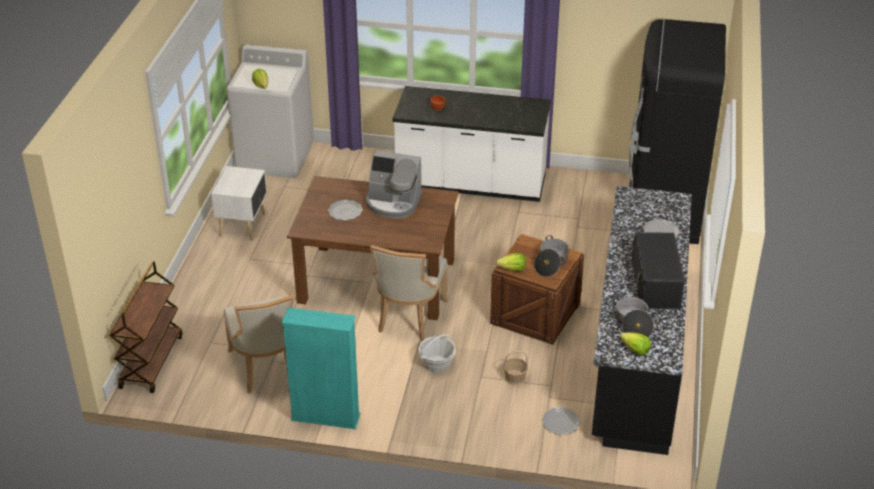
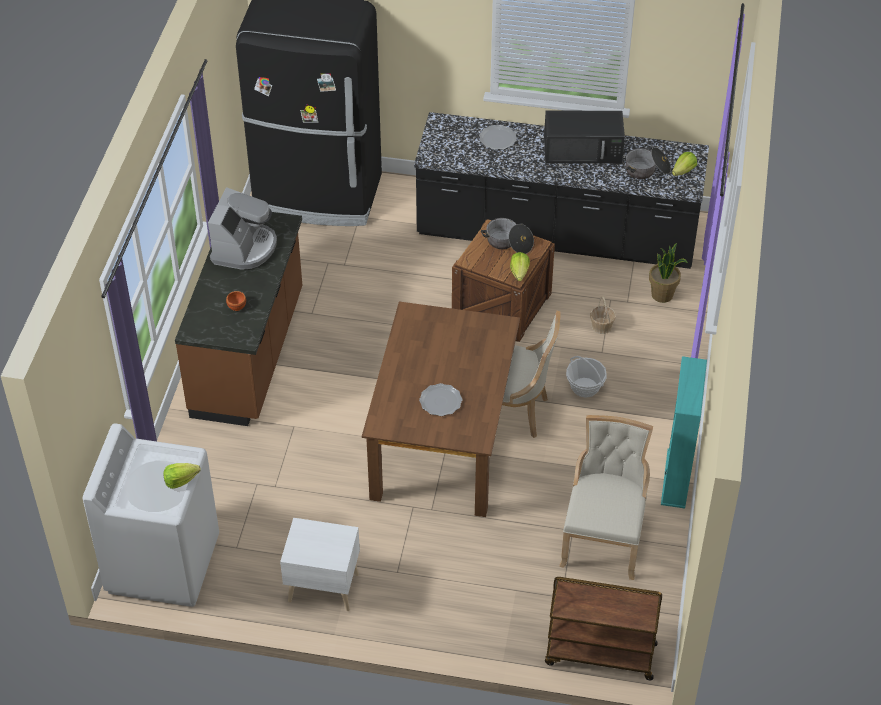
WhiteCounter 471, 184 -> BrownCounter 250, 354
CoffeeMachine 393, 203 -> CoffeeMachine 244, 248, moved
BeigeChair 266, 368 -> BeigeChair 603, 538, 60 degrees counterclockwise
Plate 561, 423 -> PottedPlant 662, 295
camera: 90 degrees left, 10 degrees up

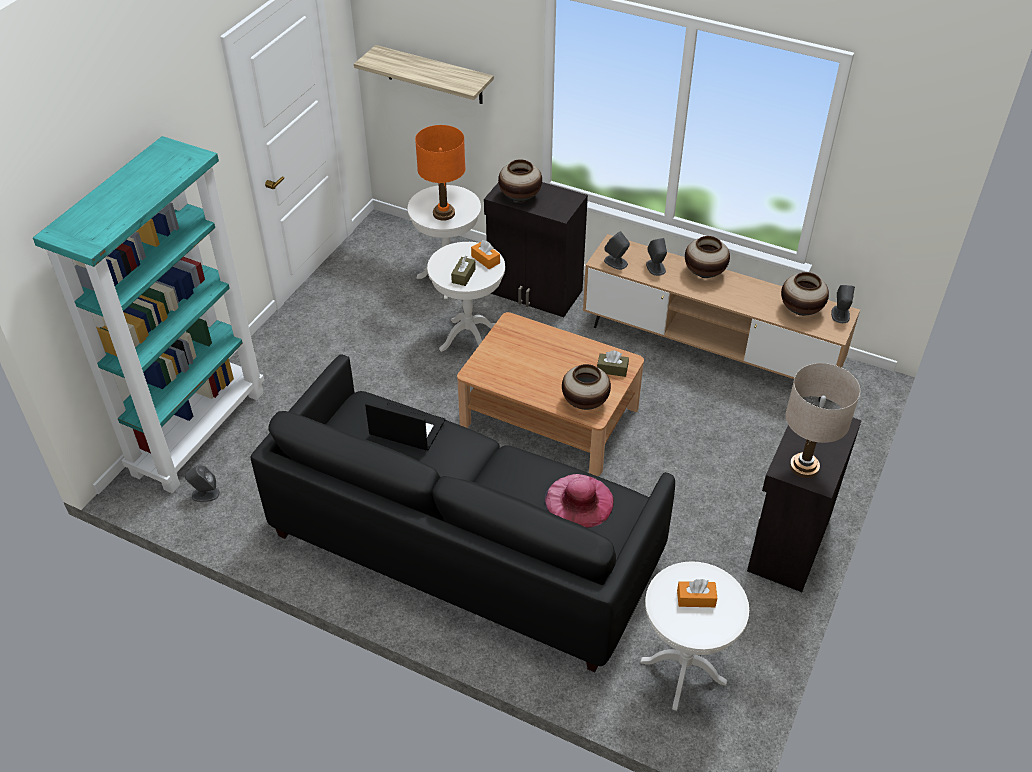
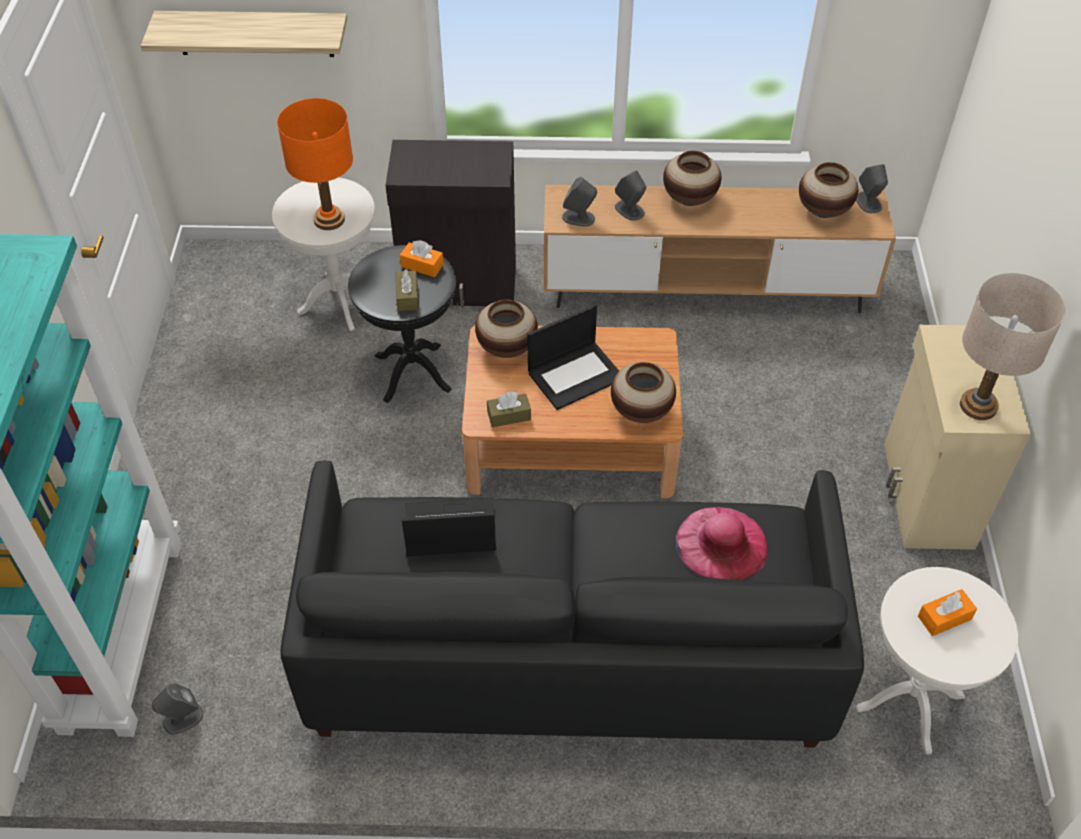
Vase 520, 197 -> Vase 506, 348, moved
WhiteSideTable 469, 338 -> BlackSideTable 412, 373
BrownTissueBox 612, 369 -> BrownTissueBox 509, 416, moved
BlackCabinet 787, 543 -> BeigeCabinet 926, 496
none -> Laptop 576, 375
camera: 25 degrees left, 5 degrees up

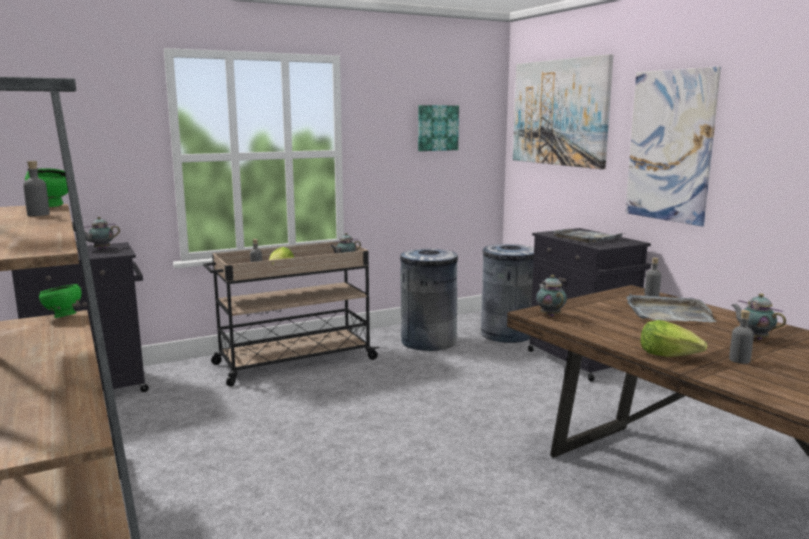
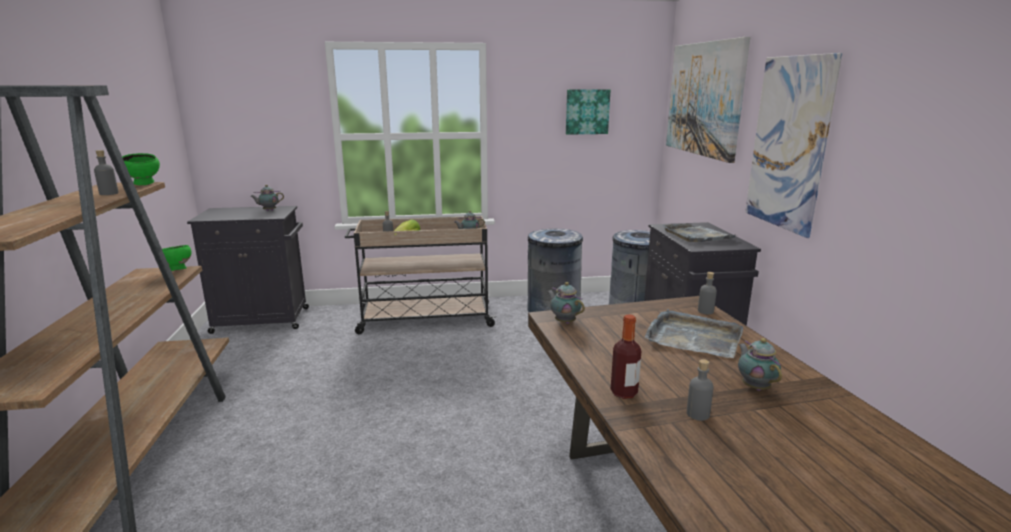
Teapot 549, 315 -> Teapot 564, 322, 45 degrees counterclockwise
Lettuce 668, 355 -> Bottle 624, 393
camera: 20 degrees right, 5 degrees up

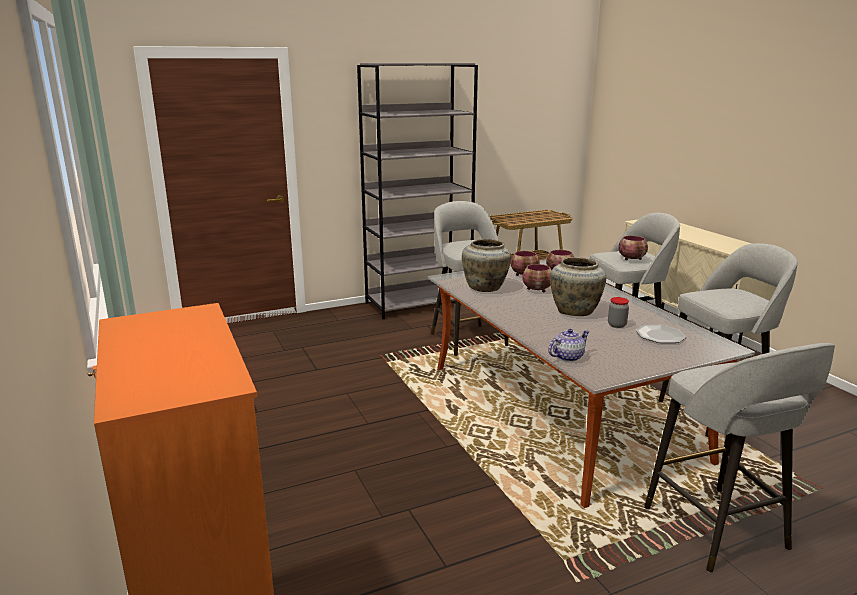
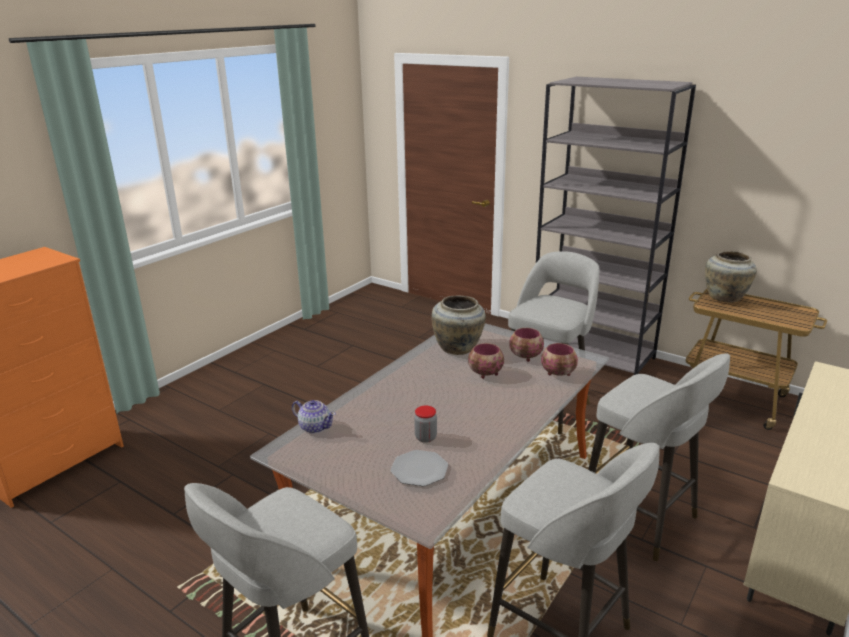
Bowl 632, 259 -> none
BeigeVase 575, 311 -> BeigeVase 725, 298, moved
camera: 60 degrees right, 5 degrees up

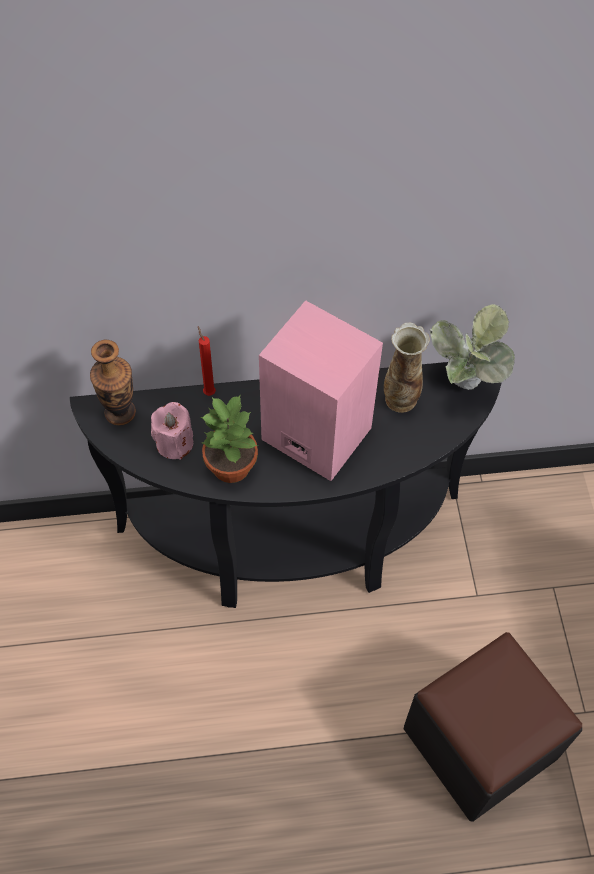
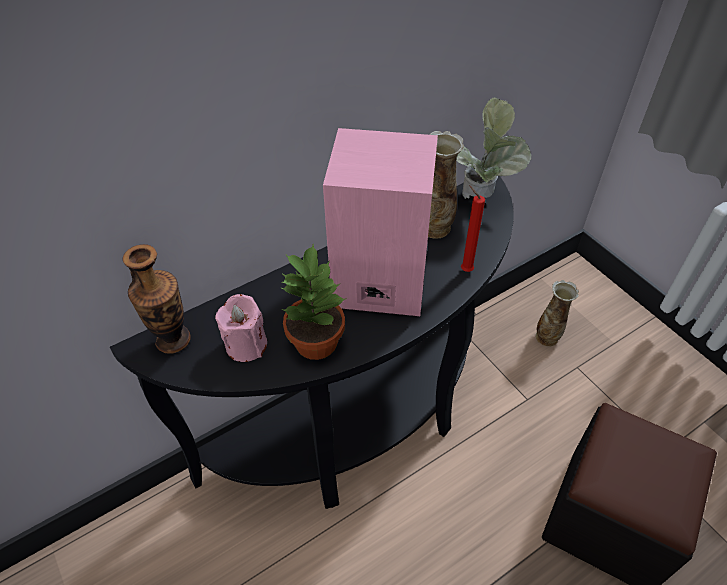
RedCandle 208, 391 -> RedCandle 464, 269, moved
none -> Vase 547, 338
camera: 25 degrees left, 10 degrees down

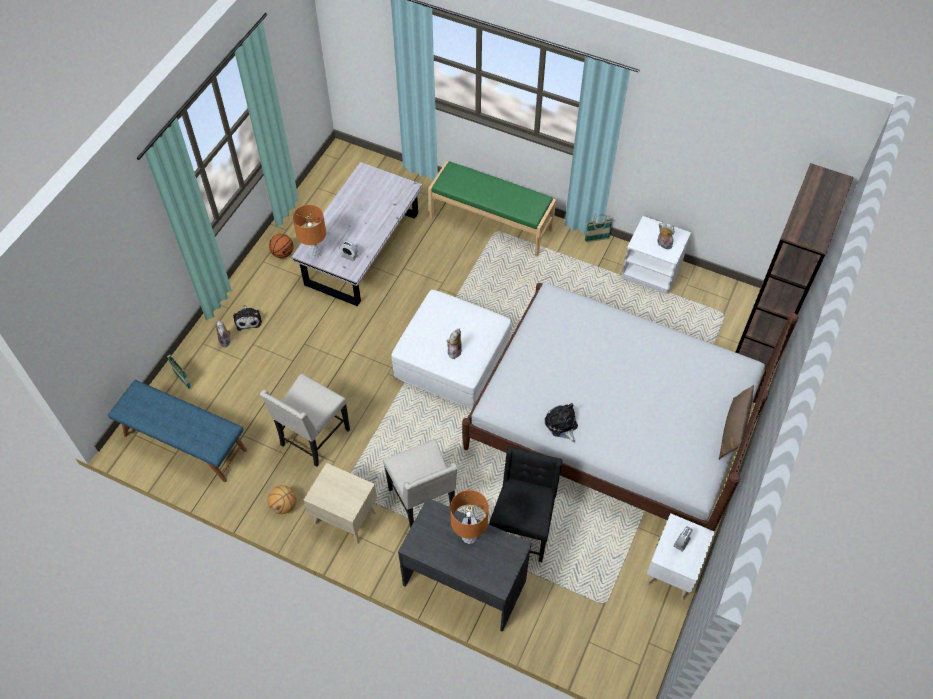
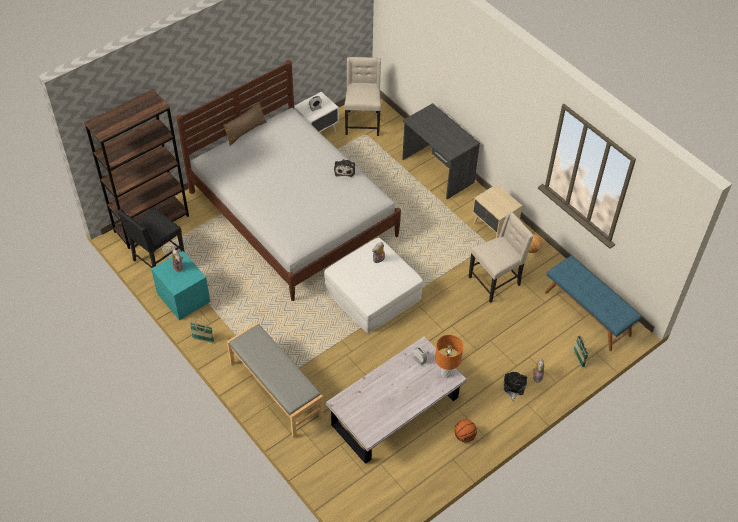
GreenBench 491, 222 -> GreyBench 275, 390
WhiteNightstand 652, 270 -> TurquoiseNightstand 183, 298
BeigeChair 423, 502 -> BeigeChair 362, 122, moved
BlackChair 522, 529 -> BlackChair 157, 259, moved
OrangeTableLamp 469, 536 -> none
camera: 155 degrees left, 5 degrees down

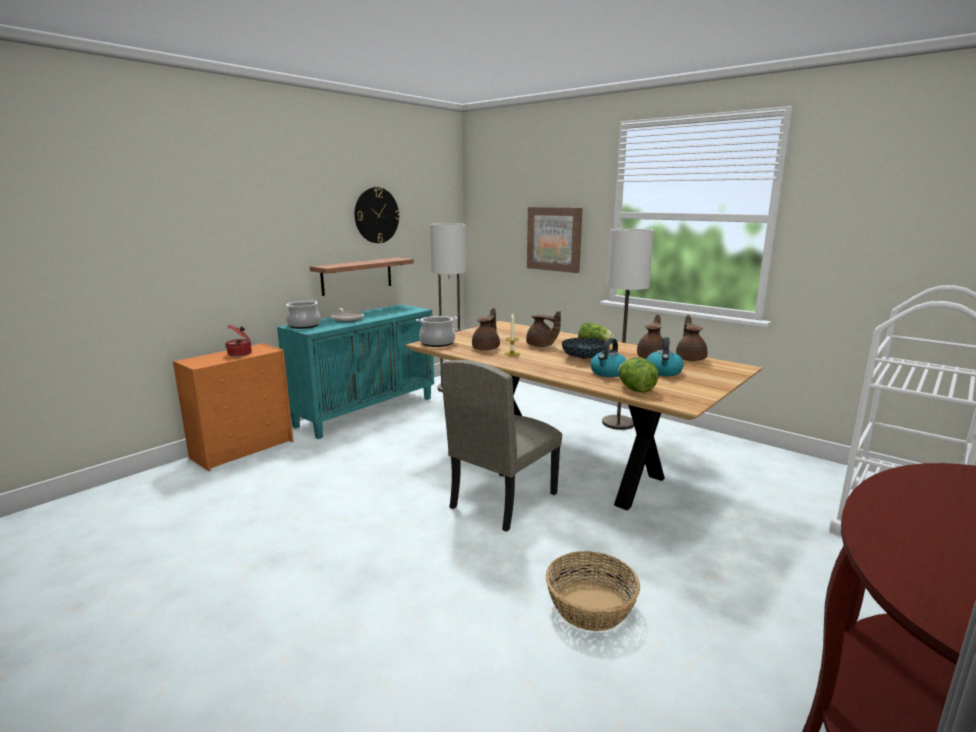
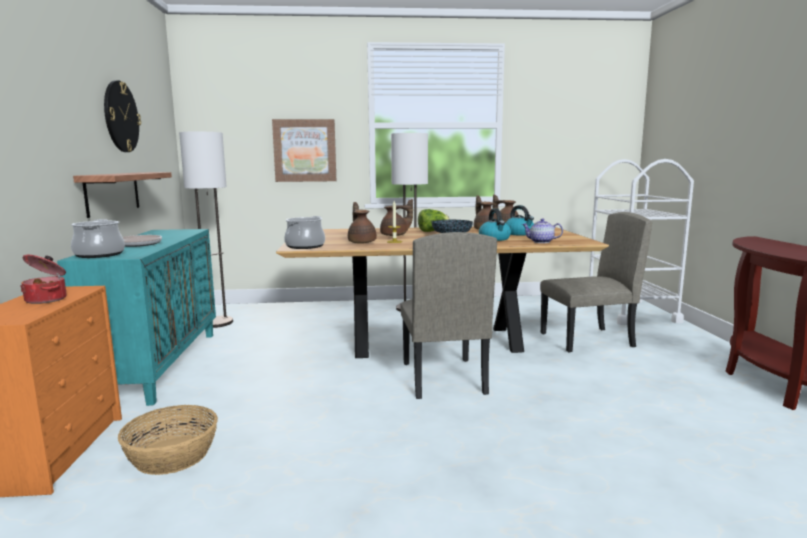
Lettuce 635, 390 -> Teapot 541, 242
Basket 590, 607 -> Basket 172, 456, moved
none -> BeigeChair 587, 340
camera: 45 degrees left, 5 degrees down

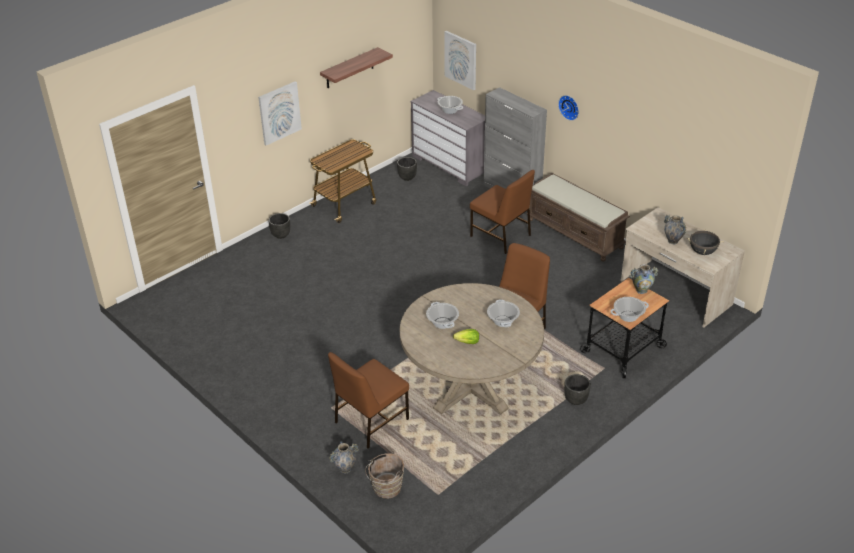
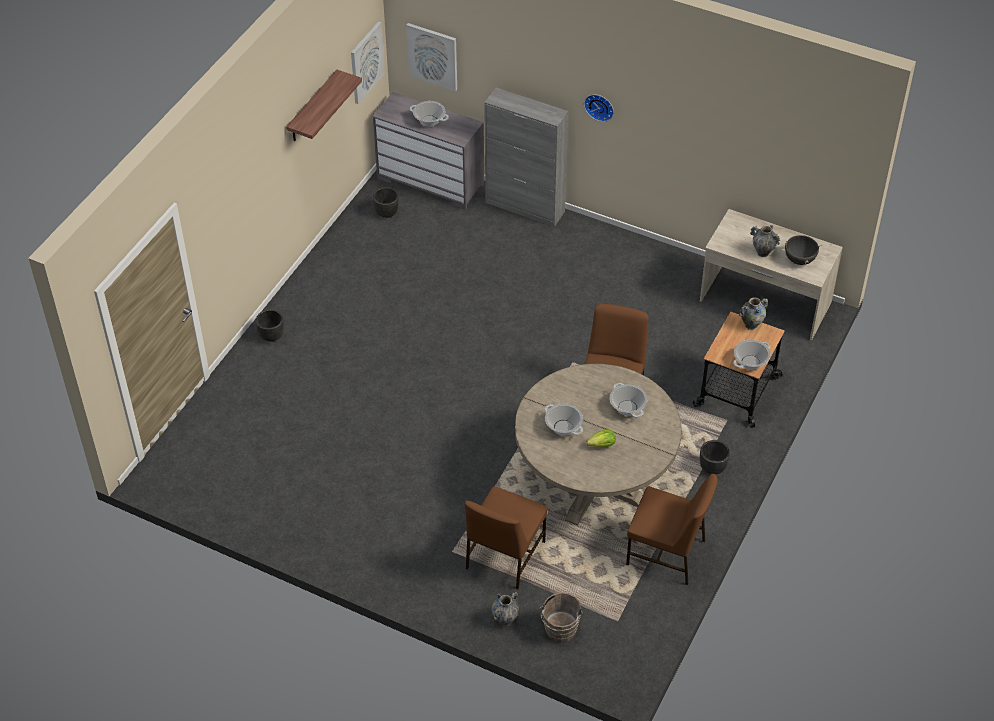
Picture 279, 112 -> Picture 366, 62, moved
Cart 345, 204 -> none
BrownChair 501, 236 -> BrownChair 667, 553, moved
BrownBench 576, 233 -> none
camera: 20 degrees left, 10 degrees up

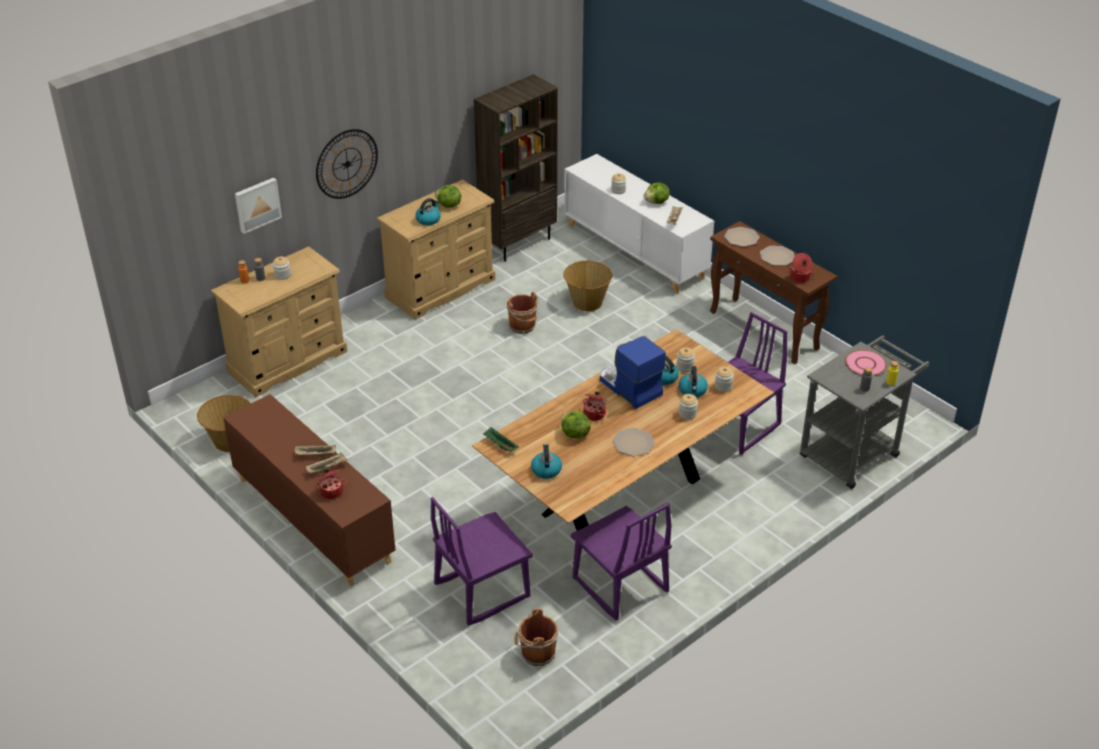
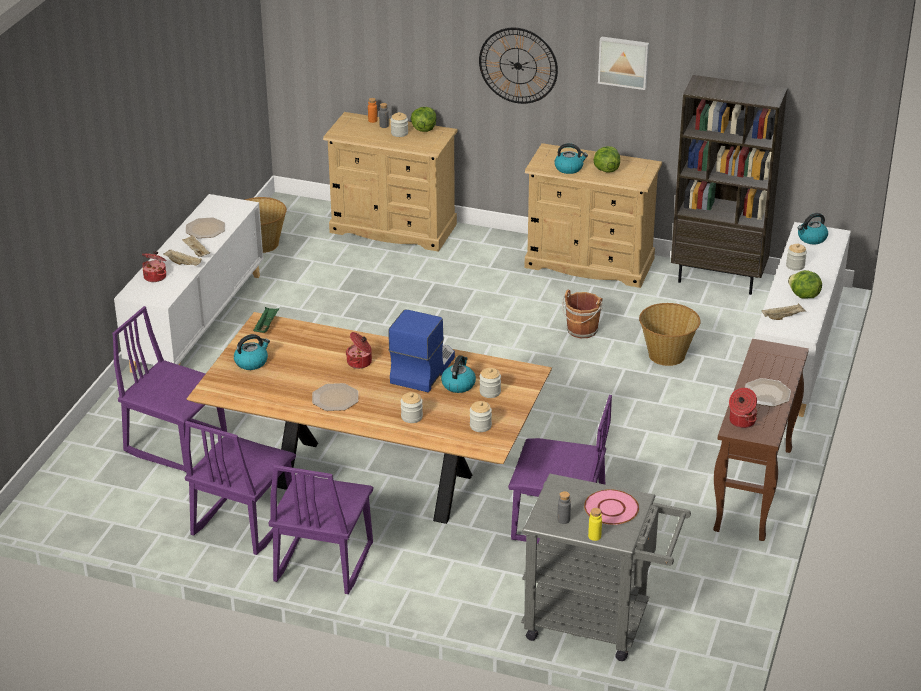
Picture 257, 204 -> Picture 624, 62, moved
Plate 741, 238 -> Plate 205, 229, moved
Kettle 693, 391 -> Kettle 811, 238, moved
BrownCabinet 313, 519 -> WhiteCabinet 197, 321
Lettuce 574, 434 -> Lettuce 424, 129, moved
BrownBucket 536, 653 -> none
none -> PurpleChair 322, 562
camera: 60 degrees right, 5 degrees down

